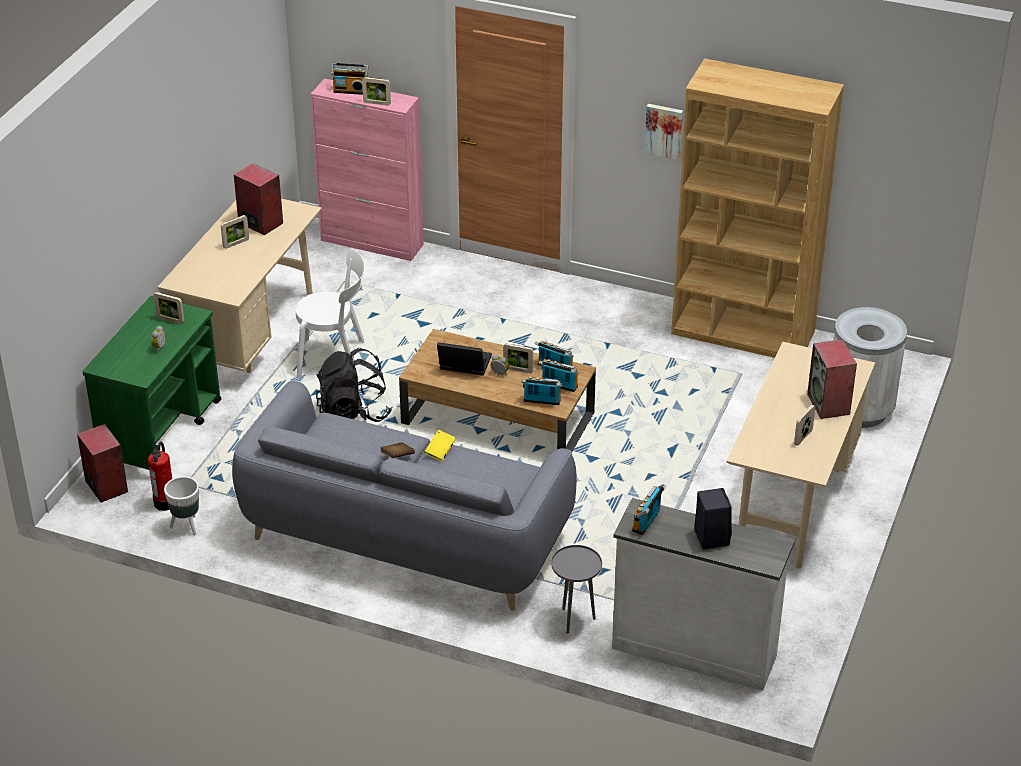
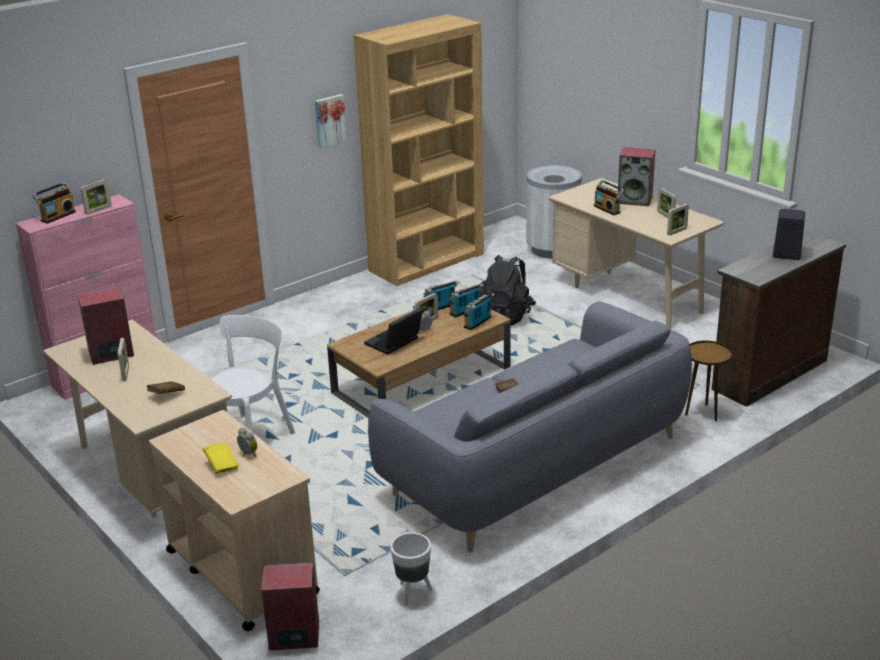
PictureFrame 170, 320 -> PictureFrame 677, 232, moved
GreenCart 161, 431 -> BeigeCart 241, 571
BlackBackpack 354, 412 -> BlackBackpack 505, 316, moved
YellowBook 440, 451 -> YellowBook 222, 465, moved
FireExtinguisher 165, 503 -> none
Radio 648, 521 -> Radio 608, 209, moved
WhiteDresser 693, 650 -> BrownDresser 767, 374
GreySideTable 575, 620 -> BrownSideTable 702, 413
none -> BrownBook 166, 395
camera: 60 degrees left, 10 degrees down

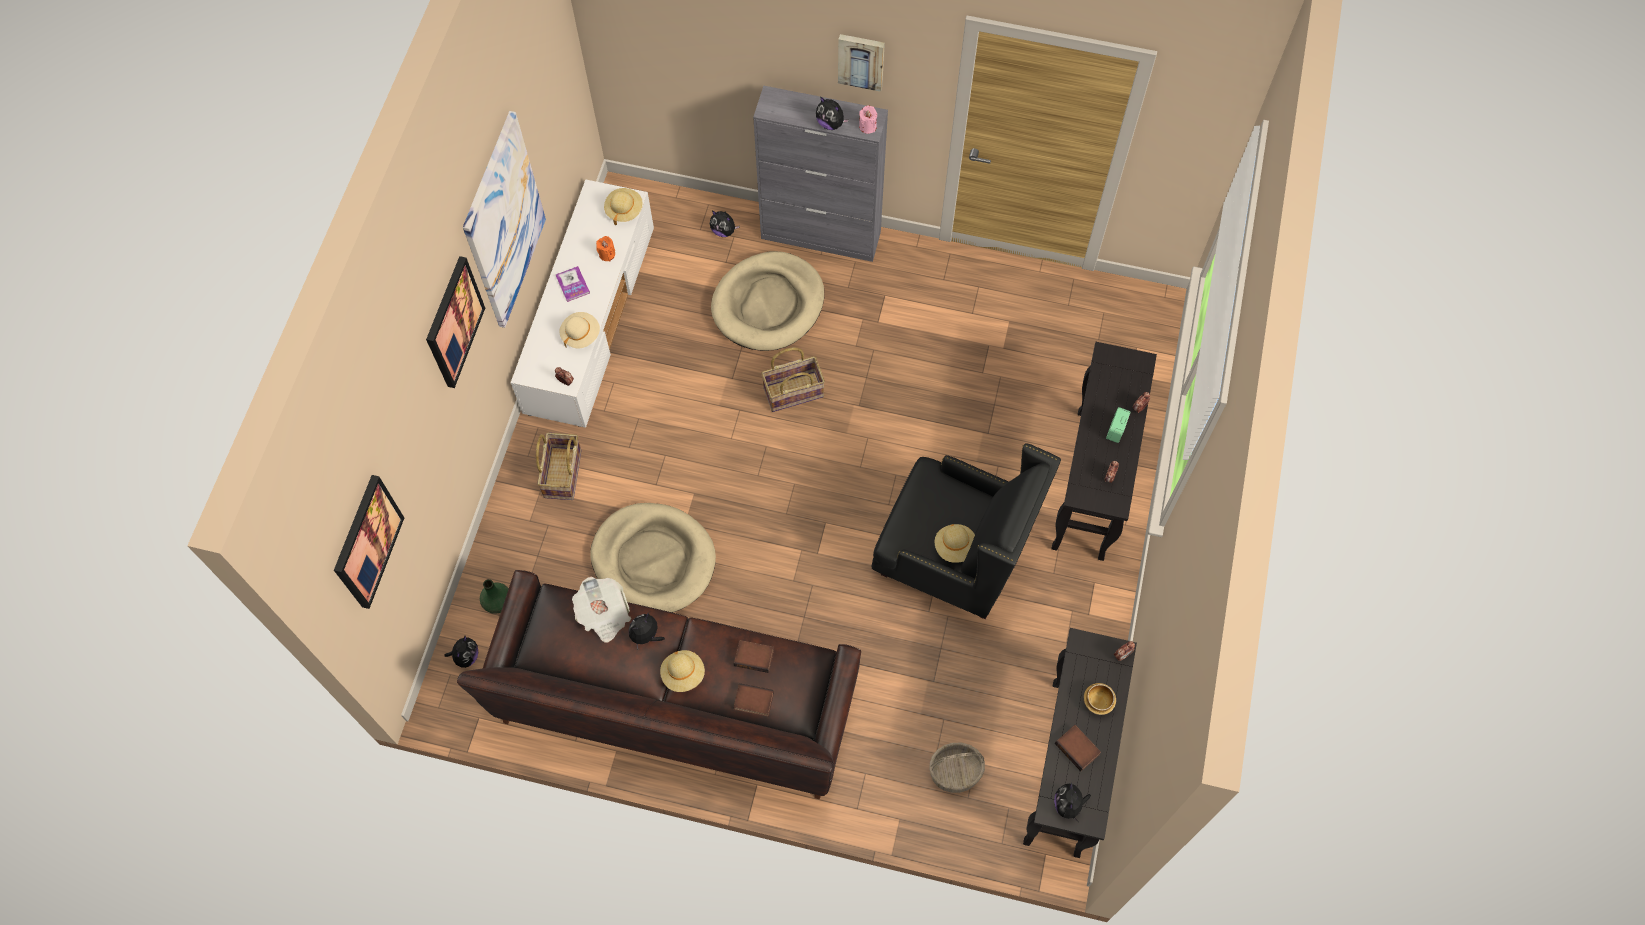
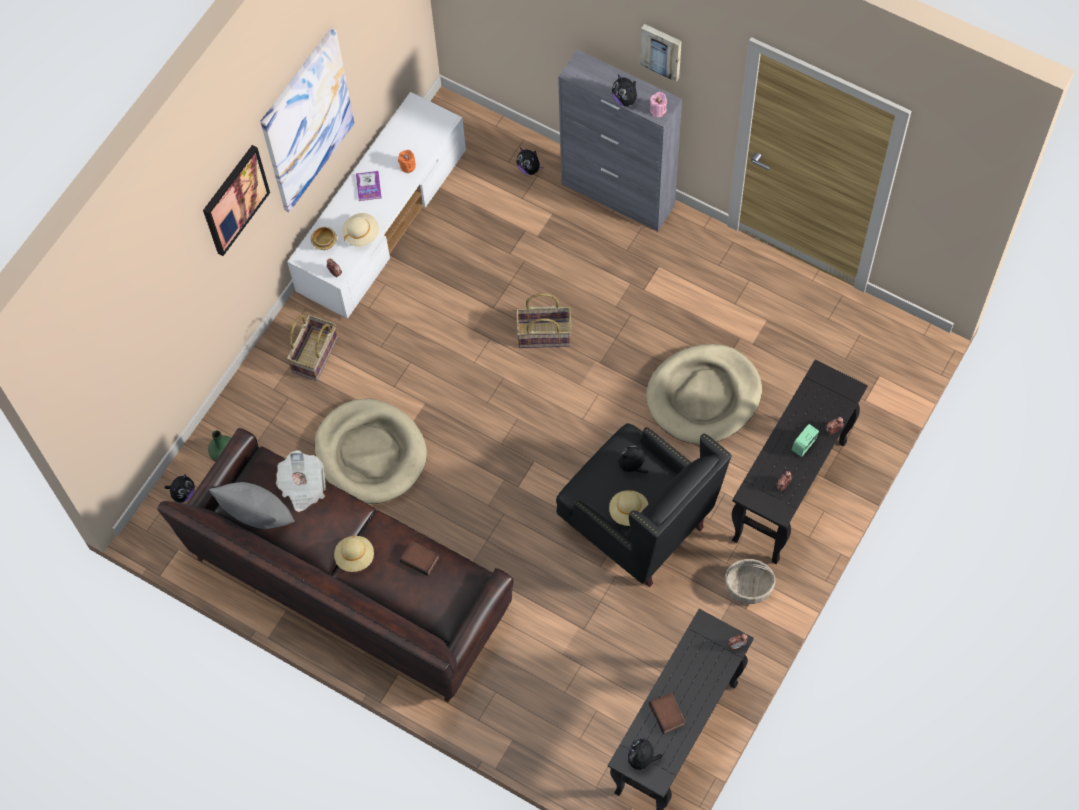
BeigeHat 624, 210 -> none
BeigeDogBed 768, 304 -> BeigeDogBed 704, 396, moved
Picture 366, 542 -> none
PlushToy 646, 636 -> PlushToy 632, 466, moved
Book 753, 702 -> none
Bowl 1097, 701 -> Bowl 325, 242, moved
Basket 955, 772 -> Basket 749, 587, moved
none -> GreyPillow 258, 516
camera: 20 degrees right, 0 degrees up

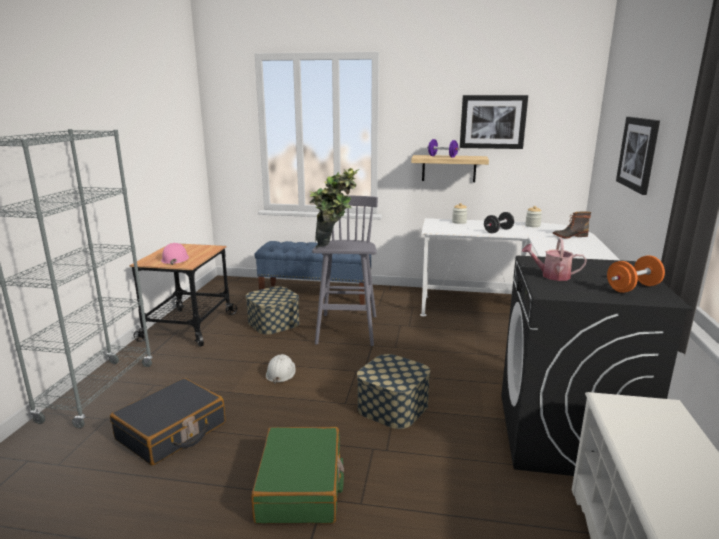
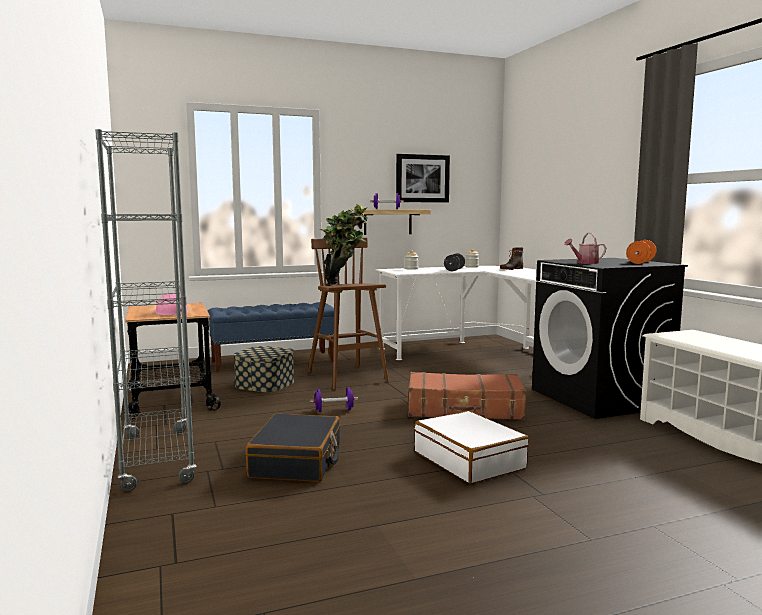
Picture 638, 153 -> none
GreyStool 347, 330 -> BrownStool 348, 377
WhiteHardHat 281, 372 -> PurpleDumbbell 334, 410
StorageBox 393, 407 -> BrownSuitcase 465, 409
GreenSuitcase 301, 486 -> WhiteSuitcase 469, 460
camera: 30 degrees left, 10 degrees down

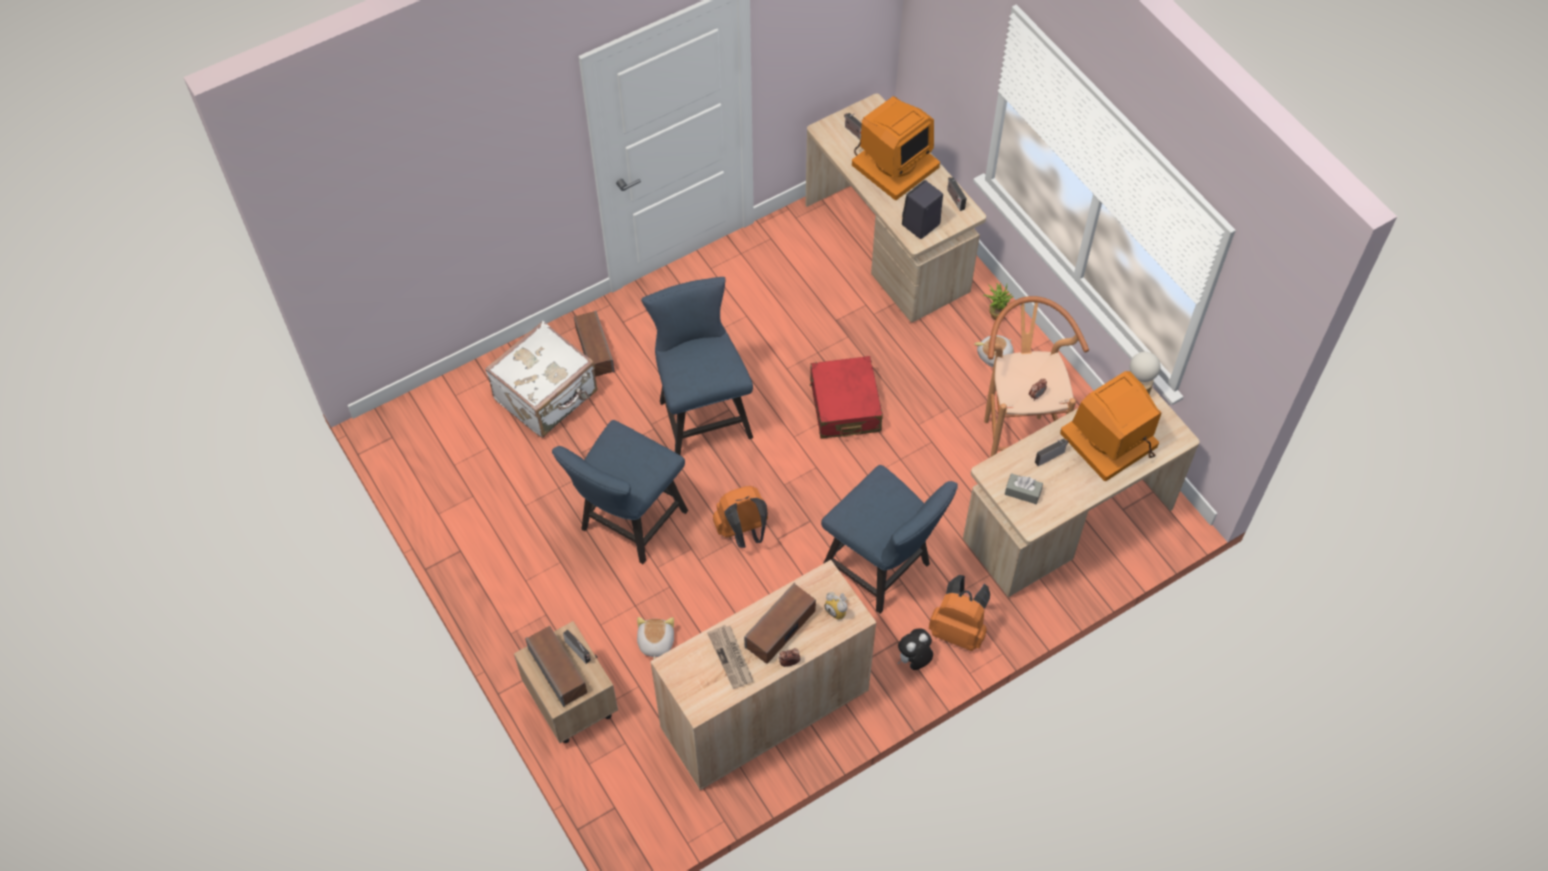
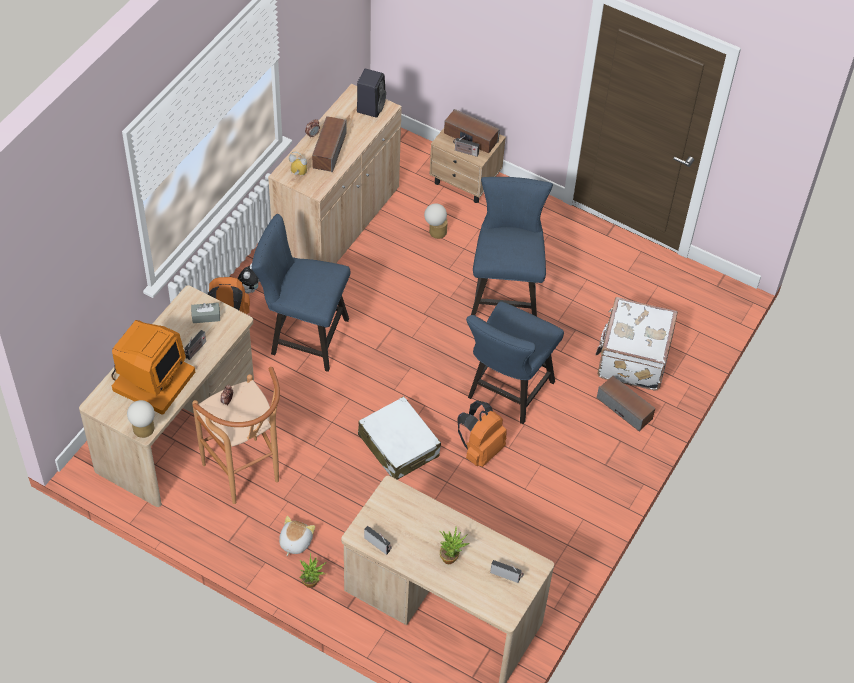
Monitor 894, 164 -> PottedPlant 451, 557
BlackSpeaker 920, 225 -> BlackSpeaker 371, 106, moved
BlueChair 701, 414 -> BlueChair 506, 393, 75 degrees clockwise
RedSuitcase 845, 406 -> WhiteSuitcase 398, 446
OrangeBackpack 743, 532 -> OrangeBackpack 480, 450, moved
PlushToy 655, 642 -> TableLamp 435, 232
Newspaper 731, 657 -> none
camera: 150 degrees right, 5 degrees down

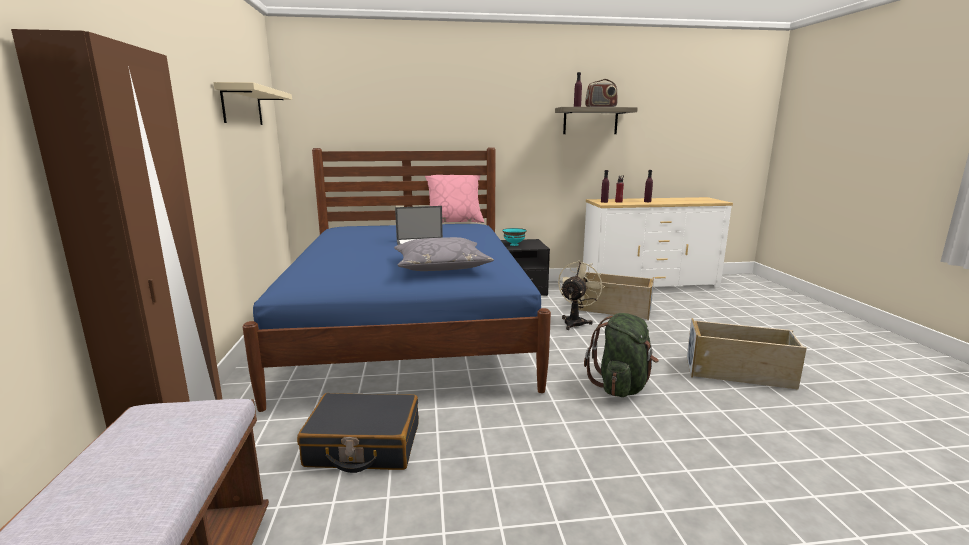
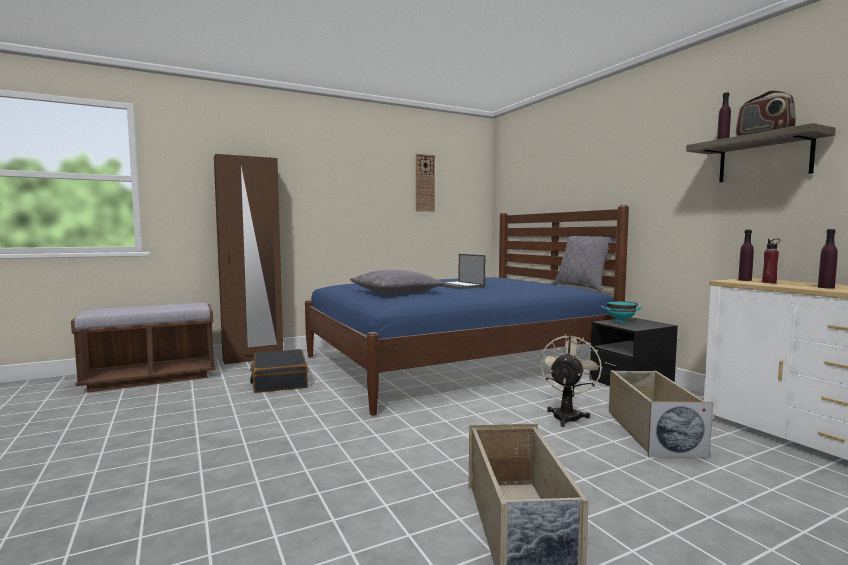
BeigeShelf 242, 106 -> WallClock 425, 183
PinkPillow 454, 222 -> GreyPillow 582, 287
BeigeFan 576, 322 -> BeigeFan 567, 415, 75 degrees counterclockwise
GreenBackpack 621, 386 -> none
camera: 70 degrees right, 10 degrees down

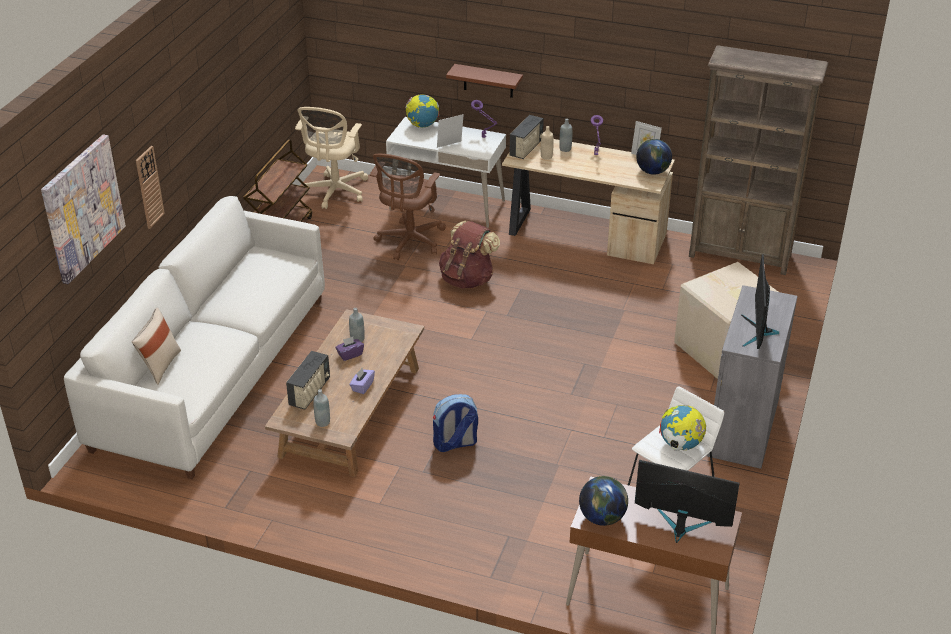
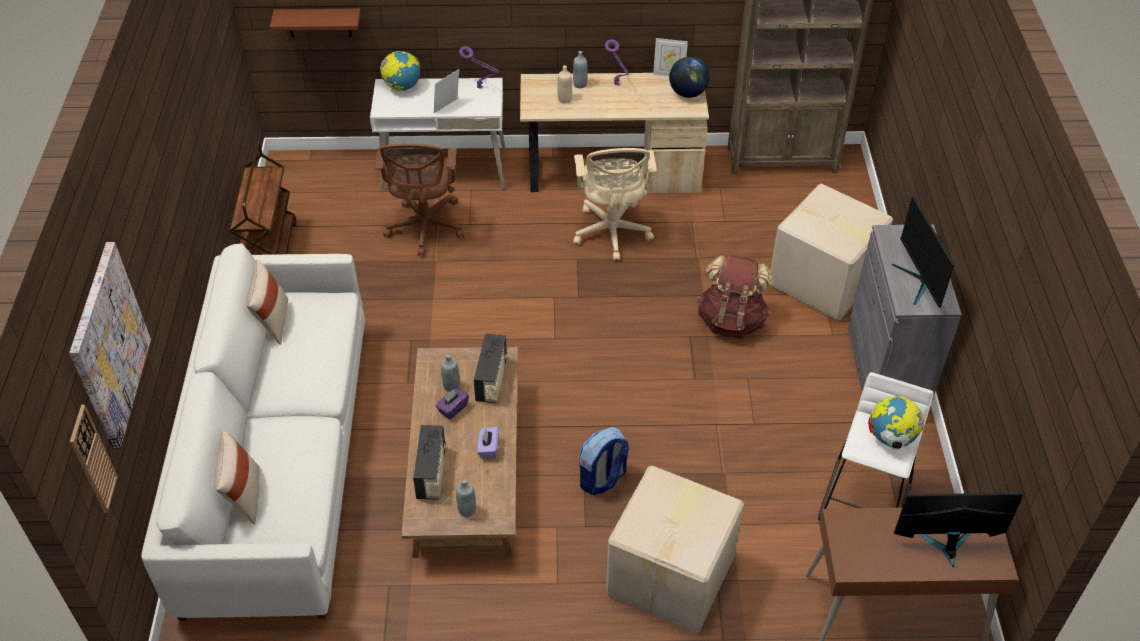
BrownShelf 488, 81 -> BrownShelf 319, 22, moved
BeigeOfficeChair 335, 192 -> BeigeOfficeChair 612, 233, moved
Radio 526, 148 -> Radio 492, 380, moved
WallClock 149, 187 -> WallClock 93, 459, moved
BrownBackpack 467, 279 -> BrownBackpack 731, 321, moved
Globe 602, 517 -> none
none -> BeigePillow 272, 322
none -> CardboardBox 672, 575
camera: 20 degrees left, 10 degrees up

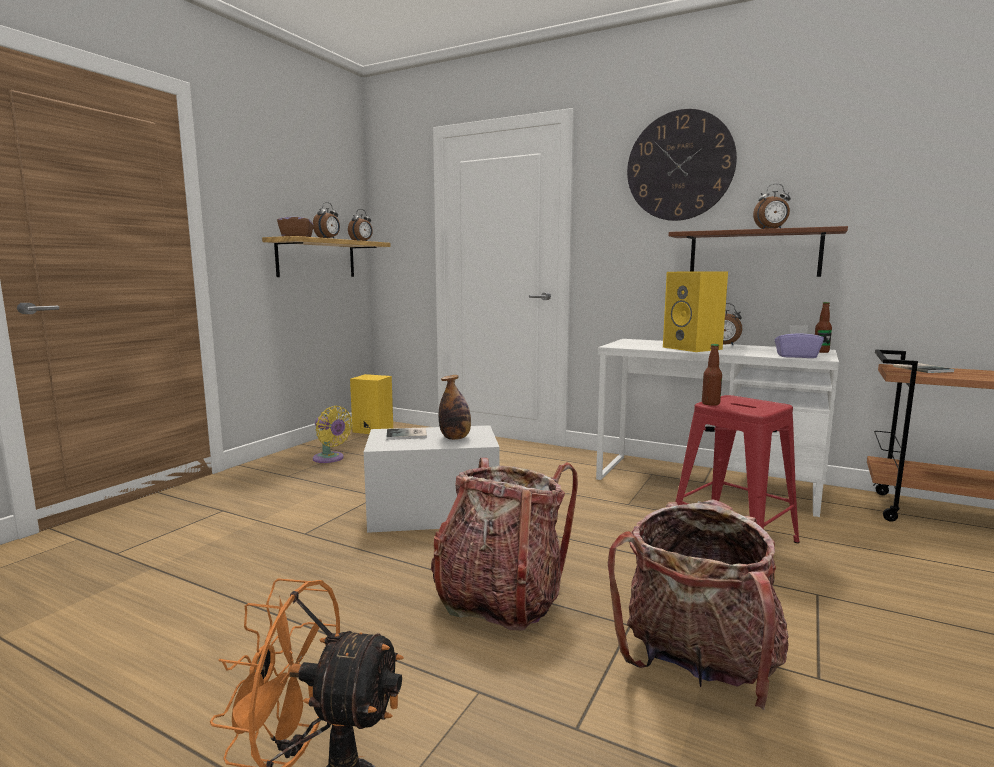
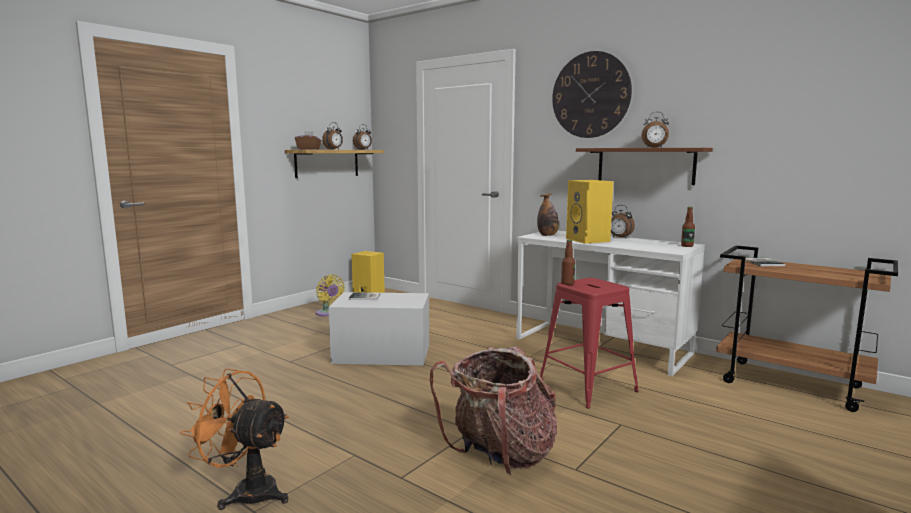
PurpleTissueBox 796, 356 -> none
Bottle 455, 438 -> Bottle 547, 235, moved
Backpack 500, 599 -> none
camera: 10 degrees right, 0 degrees up

